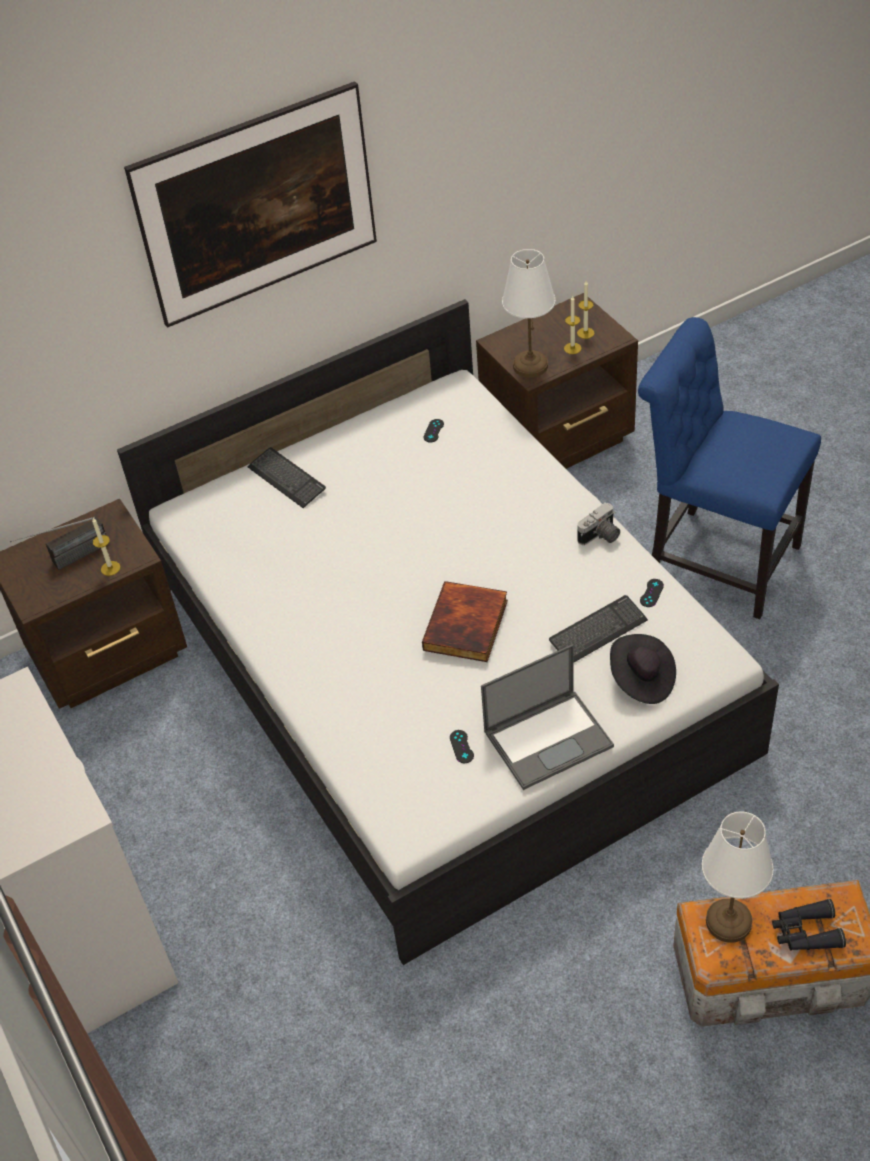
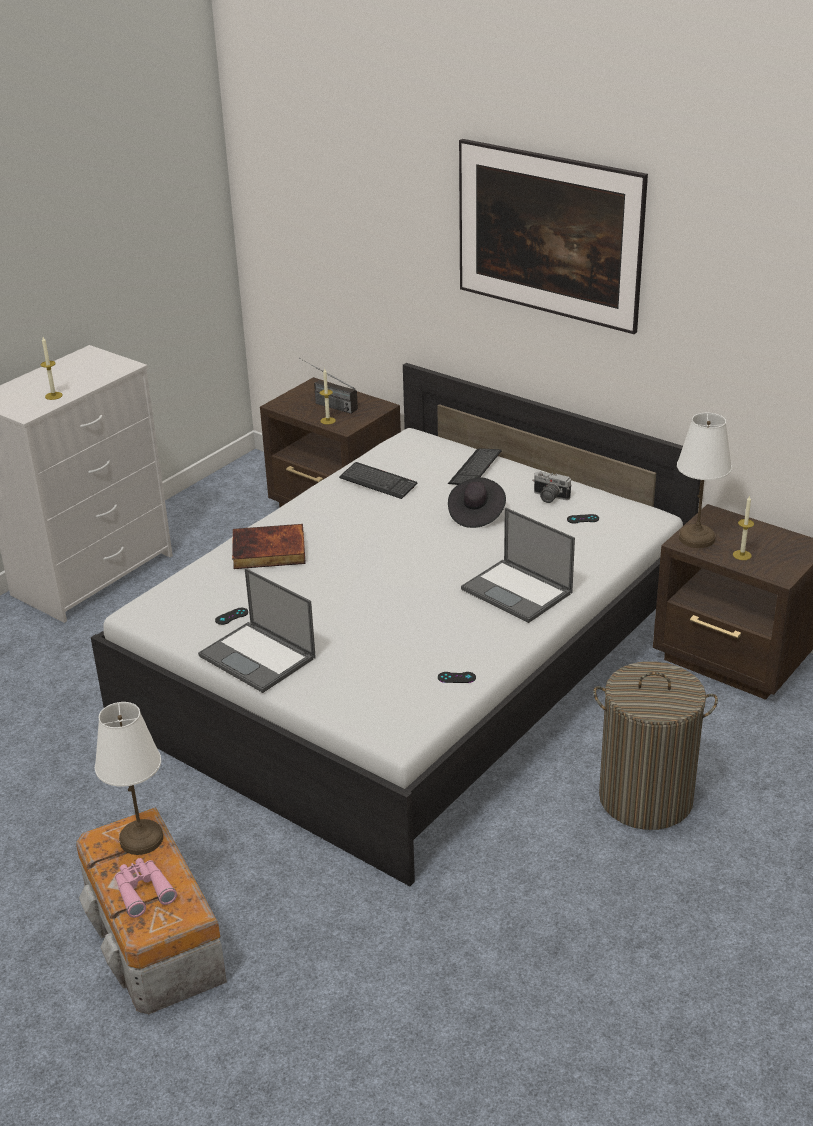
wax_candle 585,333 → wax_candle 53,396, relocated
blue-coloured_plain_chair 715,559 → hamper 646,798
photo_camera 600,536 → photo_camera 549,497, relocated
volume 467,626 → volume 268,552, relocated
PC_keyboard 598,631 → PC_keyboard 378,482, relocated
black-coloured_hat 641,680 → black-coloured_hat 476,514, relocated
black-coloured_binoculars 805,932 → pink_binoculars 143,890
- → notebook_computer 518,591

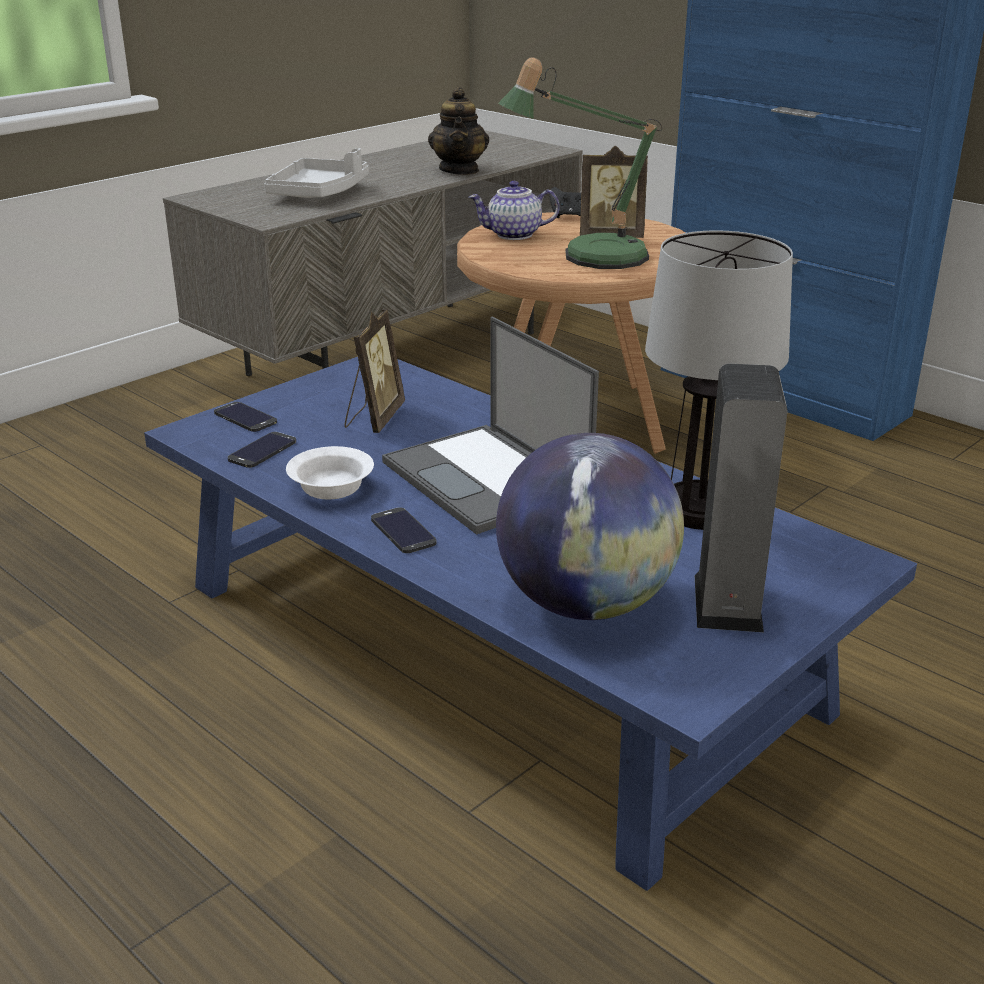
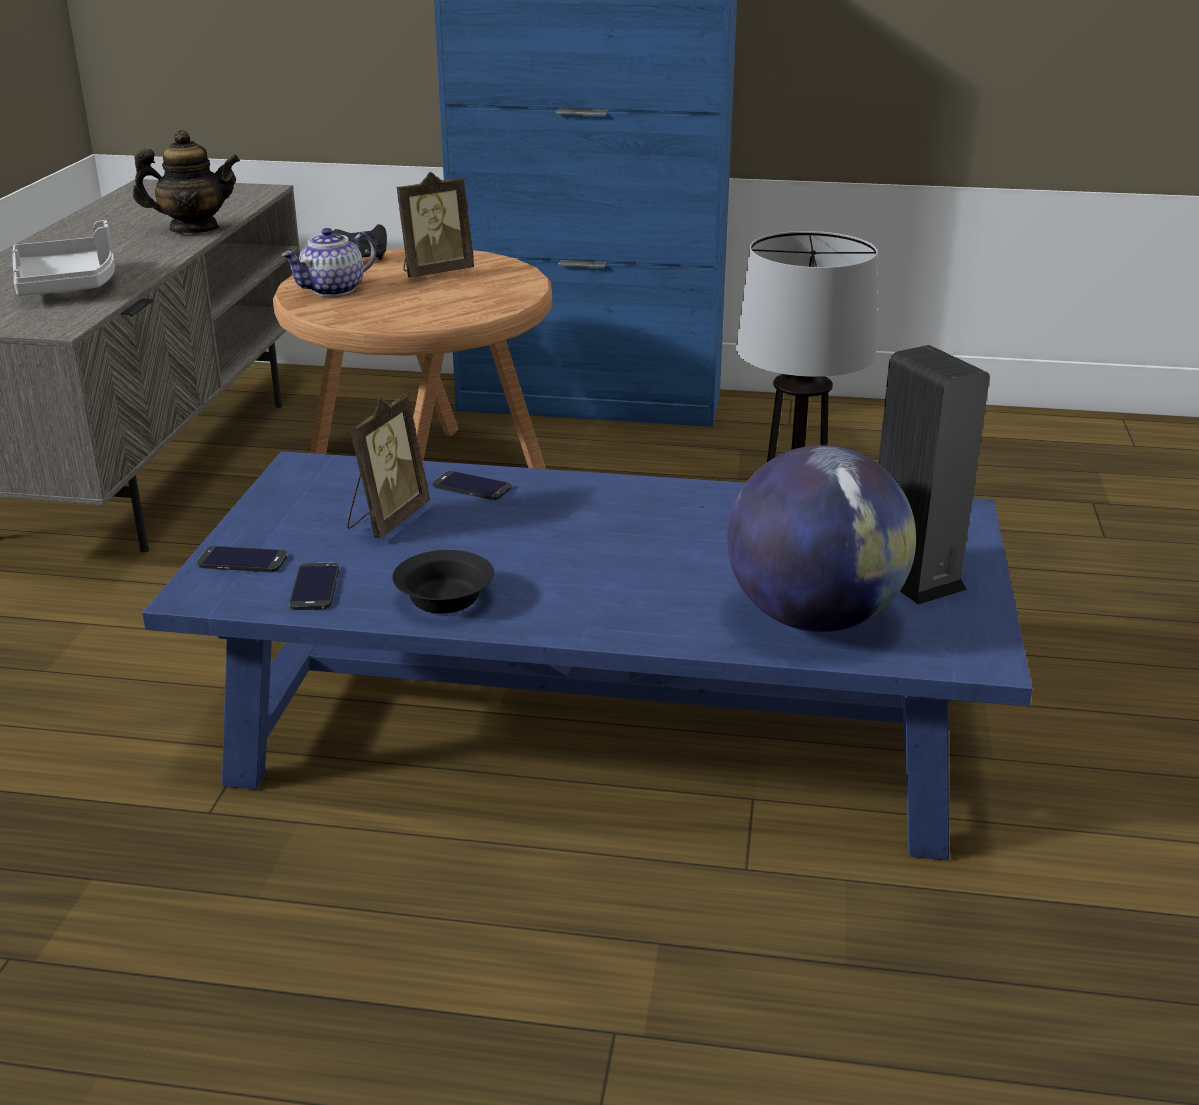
lamp_for_a_table 590,256 → -
teapot 459,170 → teapot 194,229, 60 degrees counterclockwise
photo_frame 374,419 → photo_frame 386,520, 45 degrees clockwise
notebook_computer 488,479 → -
whitish_serving_bowl 329,488 → black-coloured_serving_bowl 443,600
phone 403,531 → phone 472,486, relocated

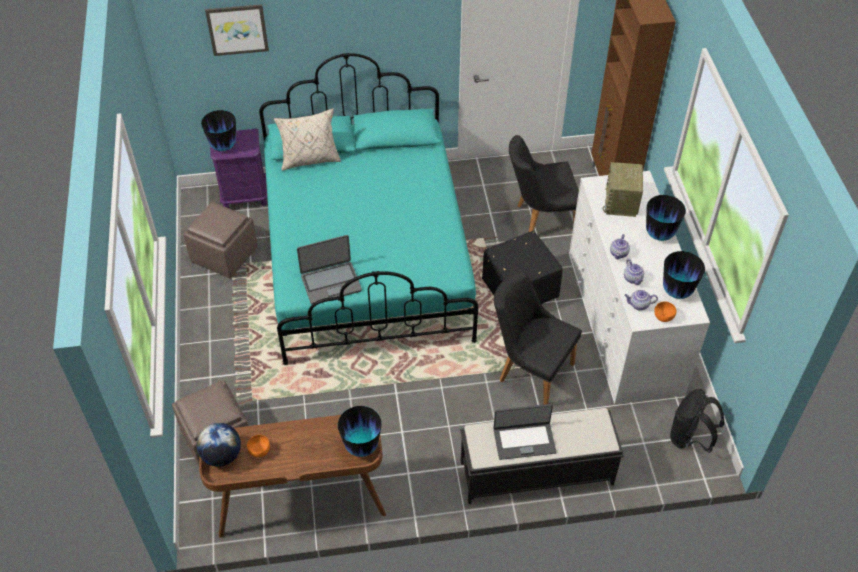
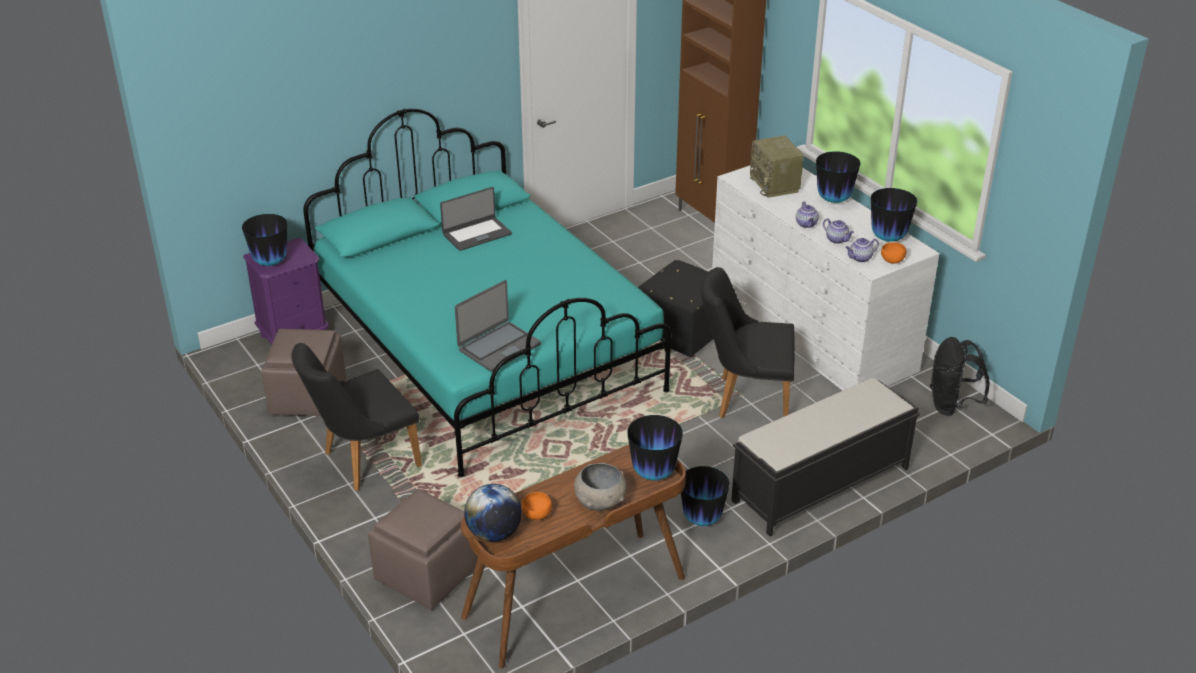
wall_picture 237,29 → -
beige-coloured_cushion 310,159 → -
black-coloured_plain_chair 539,220 → black-coloured_plain_chair 363,461, relocated
notebook_computer 524,440 → notebook_computer 476,234, relocated
- → gray_serving_bowl 600,502
- → decorative_vase 702,519

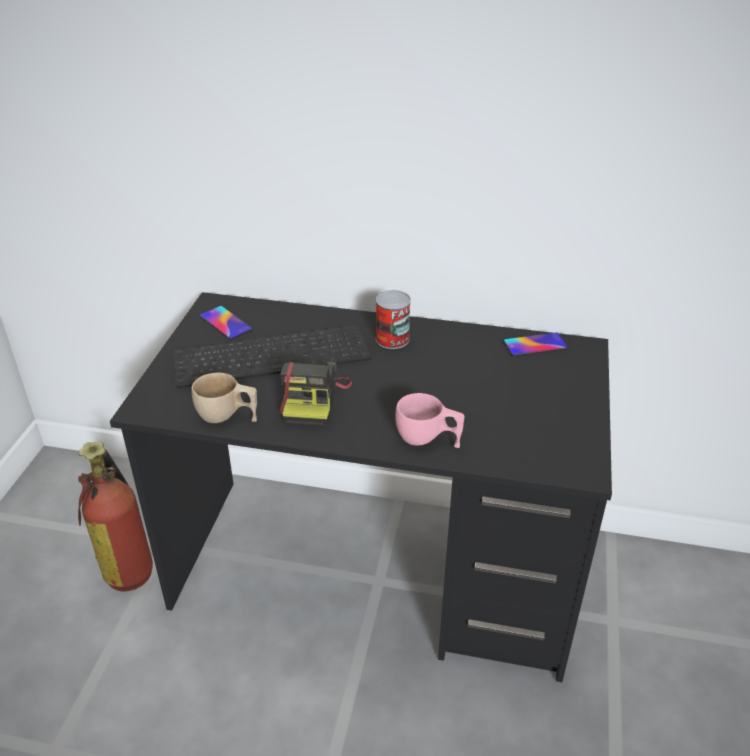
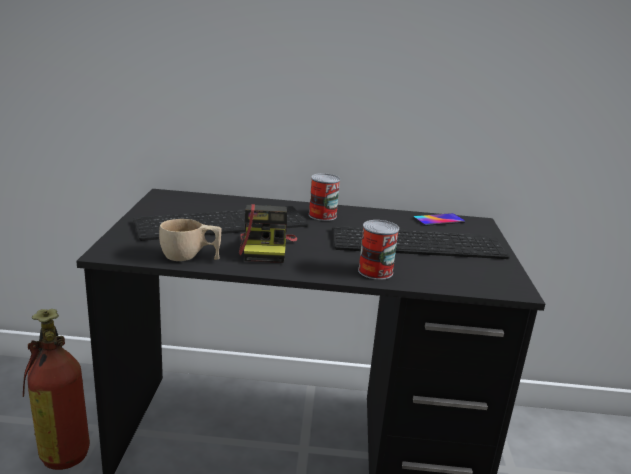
phone 225,323 → -
pink_cup 428,439 → sealed_can 375,271
- → PC_keyboard 419,242

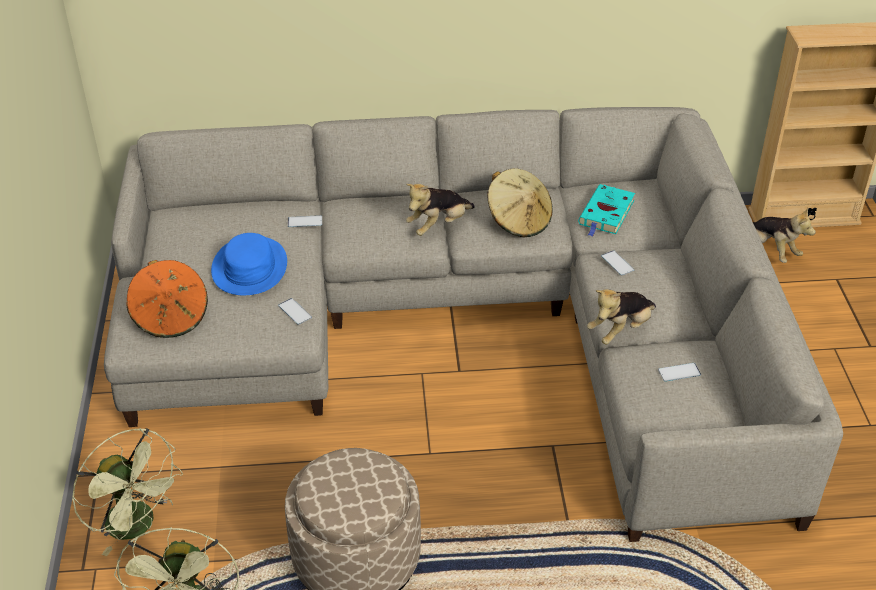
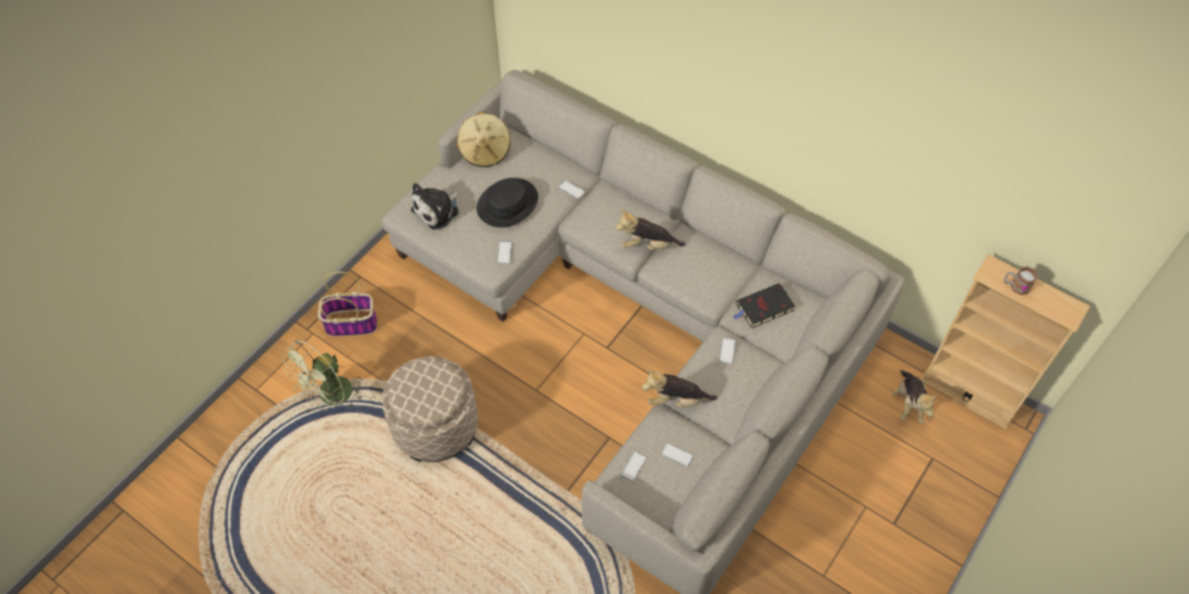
beige-coloured_hat 519,220 → beige-coloured_hat 485,151, relocated
turquoise-coloured_volume 606,214 → black-coloured_volume 763,308
blue-coloured_hat 249,267 → black-coloured_hat 507,203
orange_hat 171,317 → plush_toy 438,210
green-coloured_fan 138,526 → household_basket 352,323
- → tea_mug 1015,286
- → phone 633,466

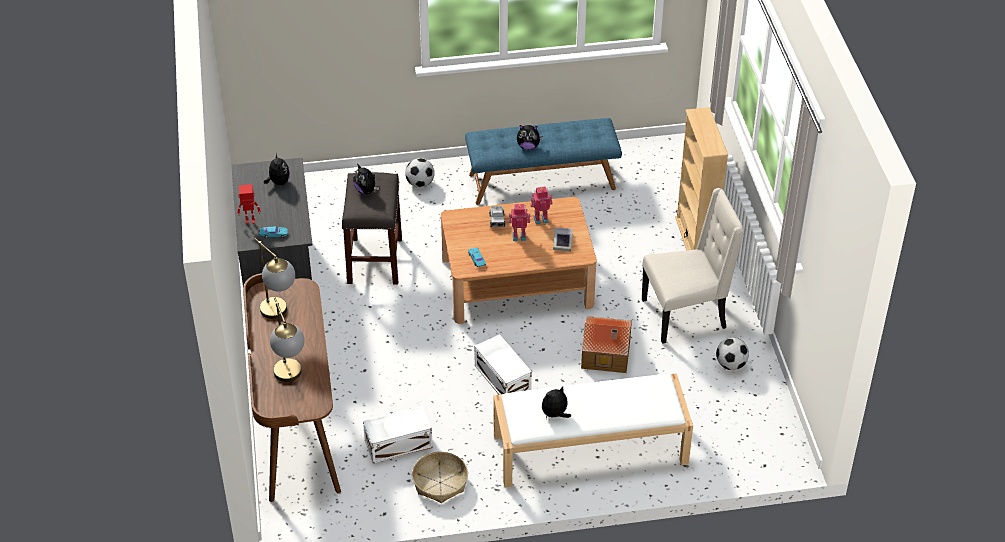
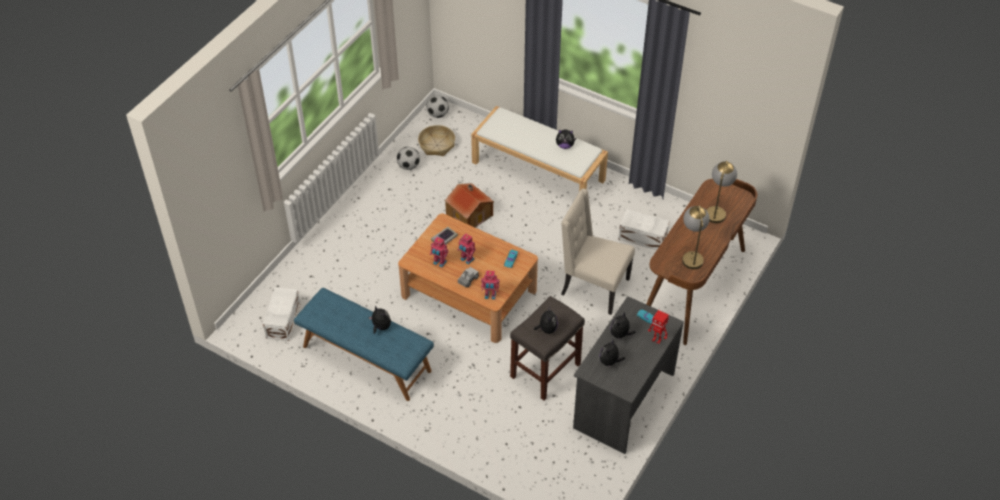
beige-coloured_bookshelf 695,240 → -
football 420,183 → football 438,114, relocated
beige-coloured_plain_chair 686,314 → beige-coloured_plain_chair 593,287, relocated
whitish_storage_box 503,377 → whitish_storage_box 282,321, relocated
household_basket 440,482 → household_basket 436,145, relocated
- → model_robot 490,296
- → plush_toy 620,335

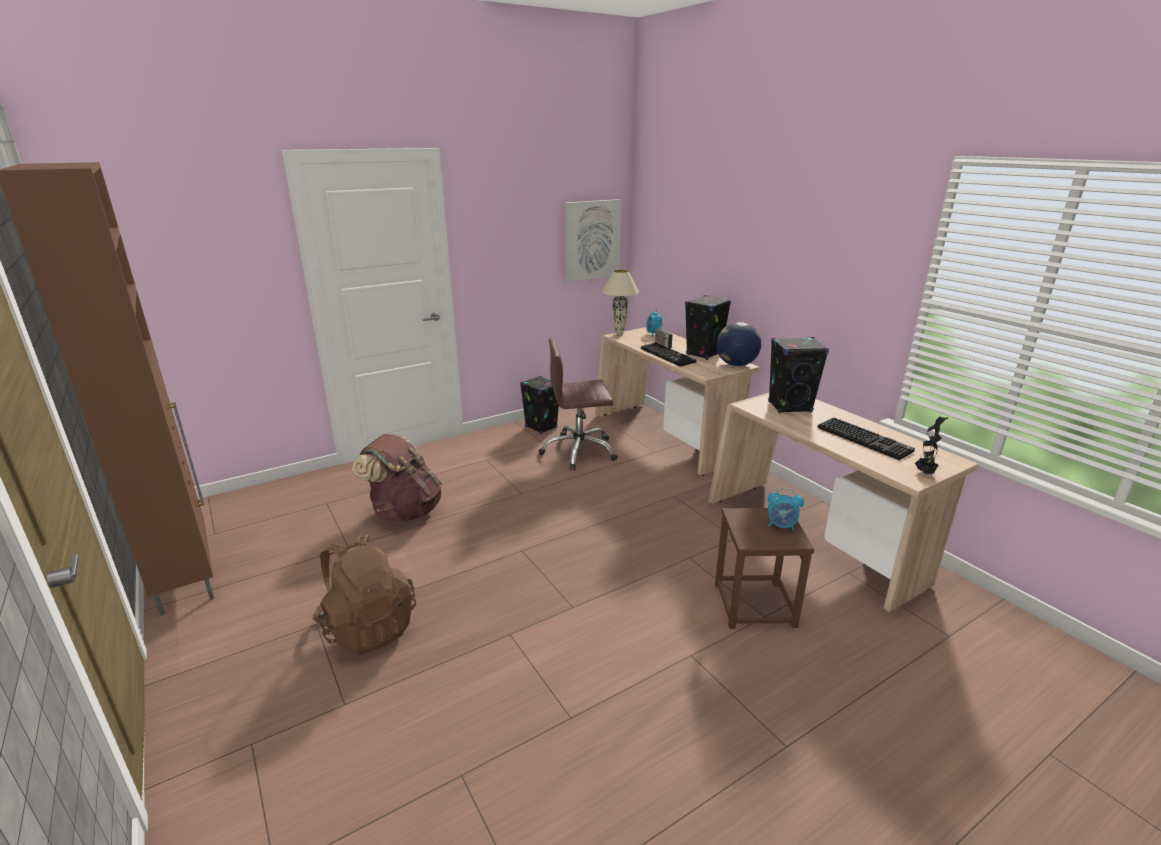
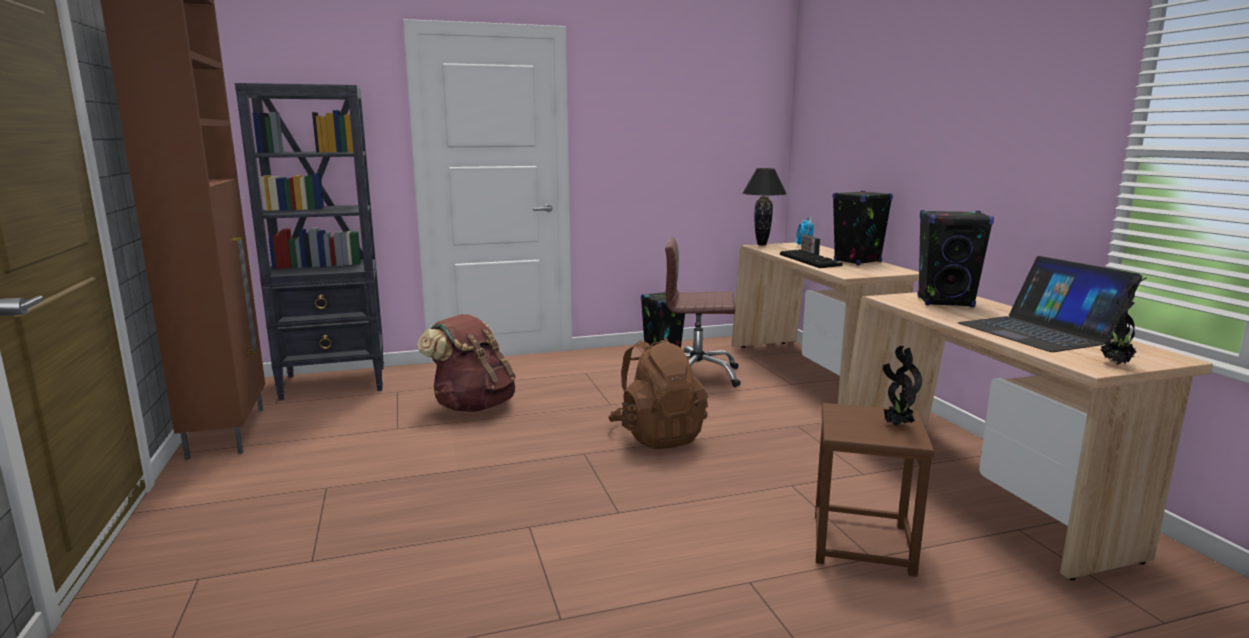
wall_picture 592,240 → -
beige-coloured_lamp_for_a_table 619,333 → black-coloured_lamp_for_a_table 761,244
desk_globe 736,365 → -
PC_keyboard 865,439 → notebook_computer 1040,332
table_clock 781,526 → potted_plant 897,425
brown_backpack 368,627 → brown_backpack 657,436, relocated
- → black-coloured_bookshelf 335,383

